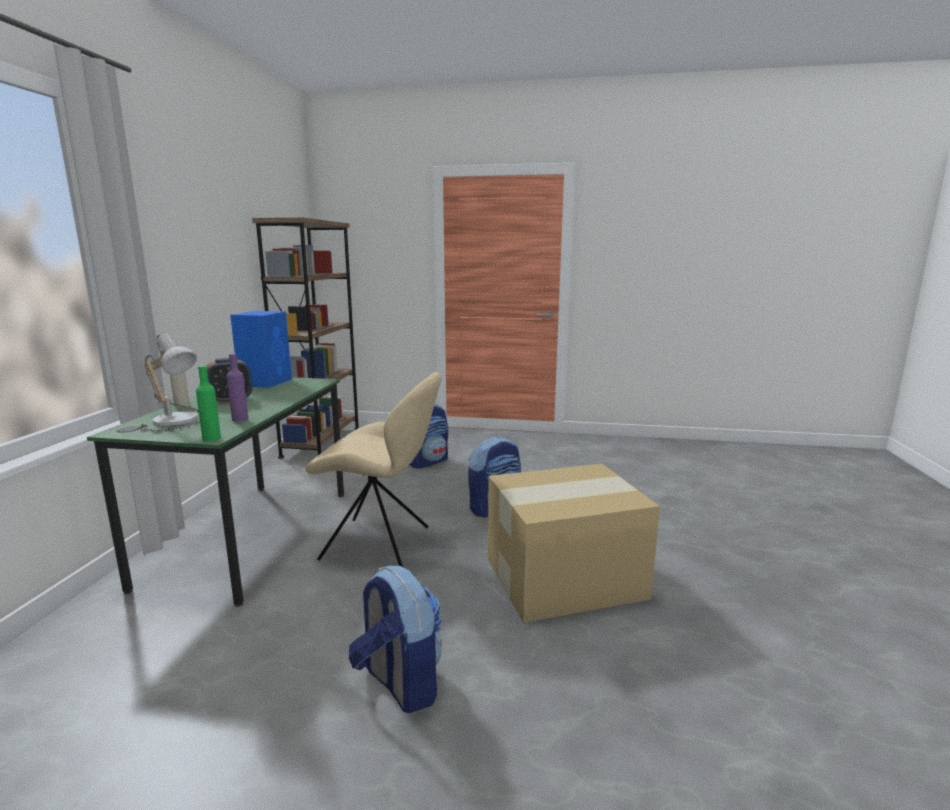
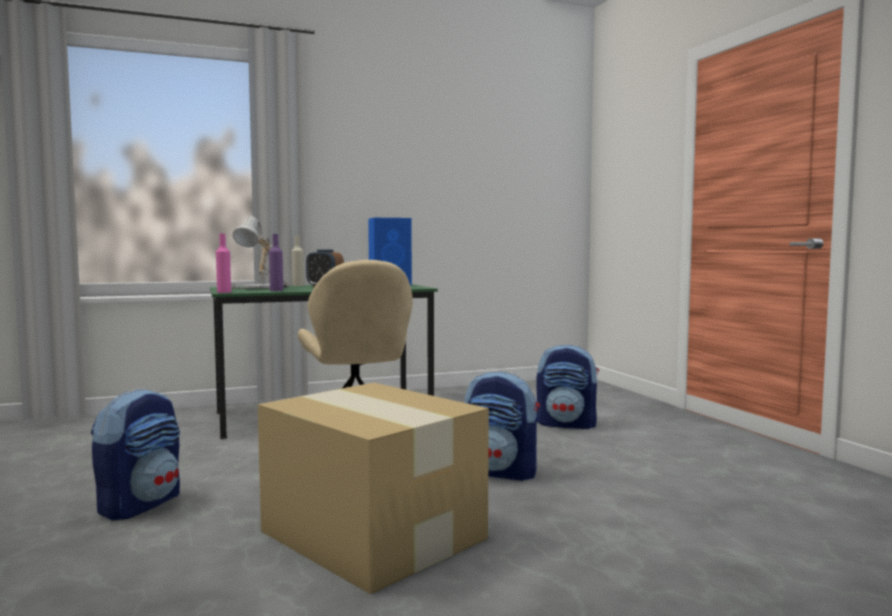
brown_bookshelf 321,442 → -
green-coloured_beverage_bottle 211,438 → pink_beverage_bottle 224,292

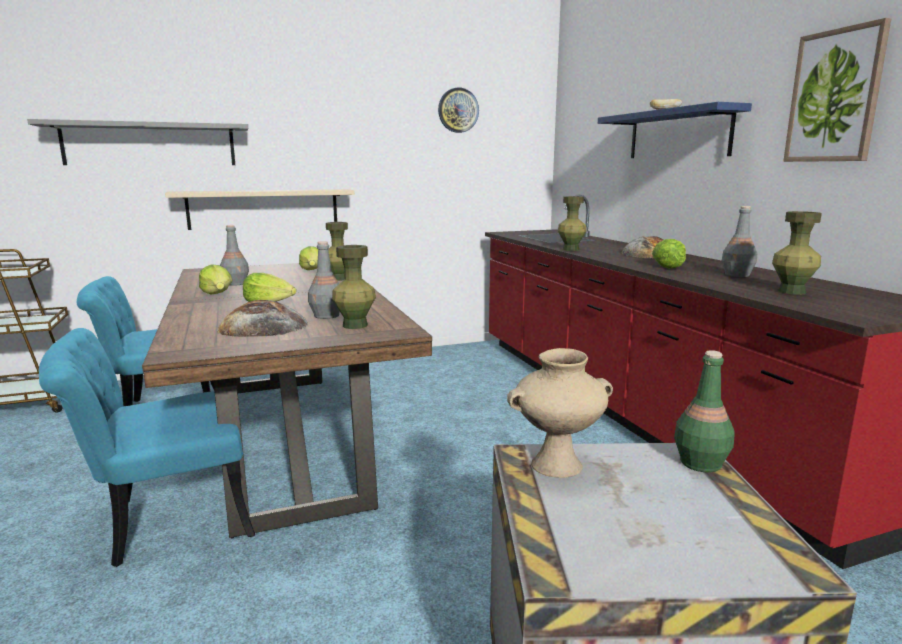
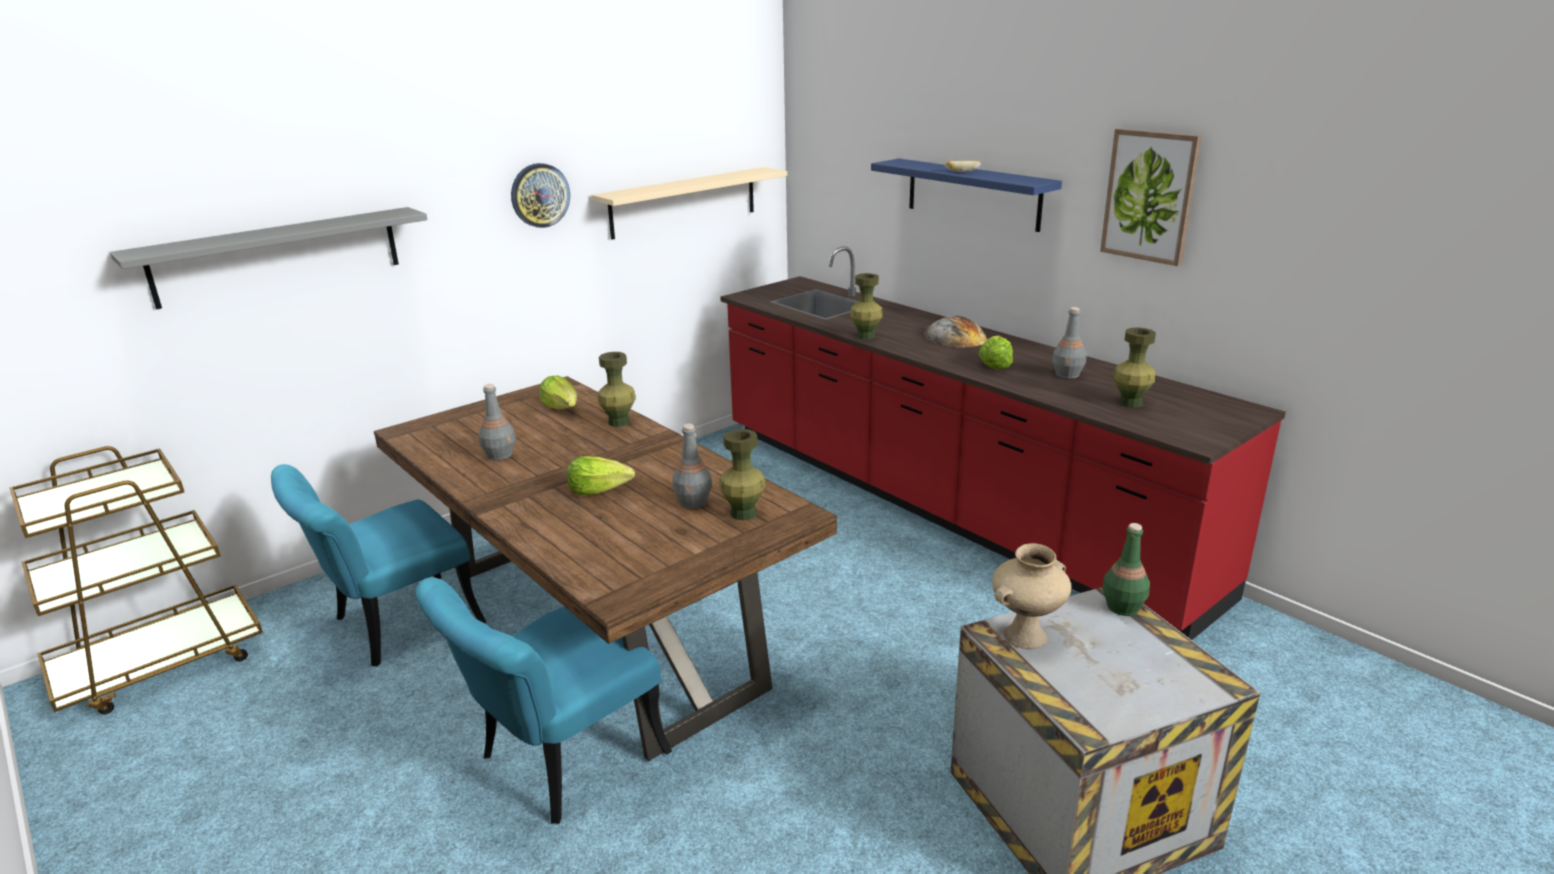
clock_on_the_wall 458,110 → clock_on_the_wall 540,195, relocated
beige-coloured_bracket_shelf 264,208 → beige-coloured_bracket_shelf 684,202, relocated
lettuce_head 218,294 → -
bakery_bread 263,327 → -

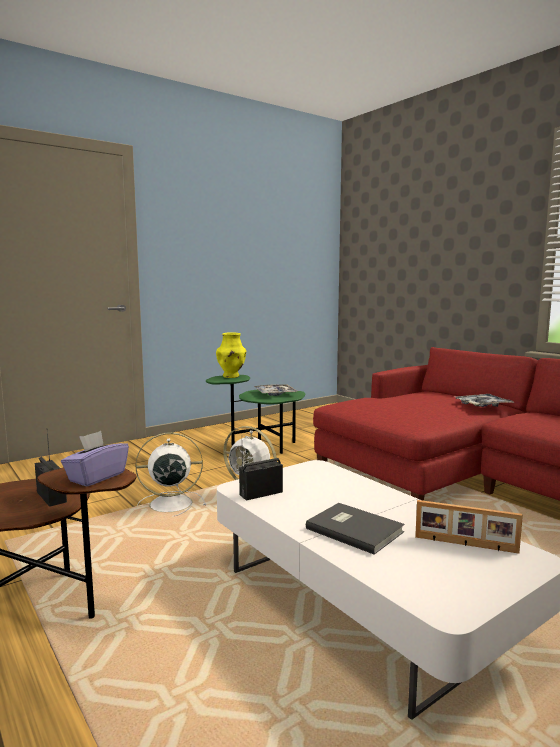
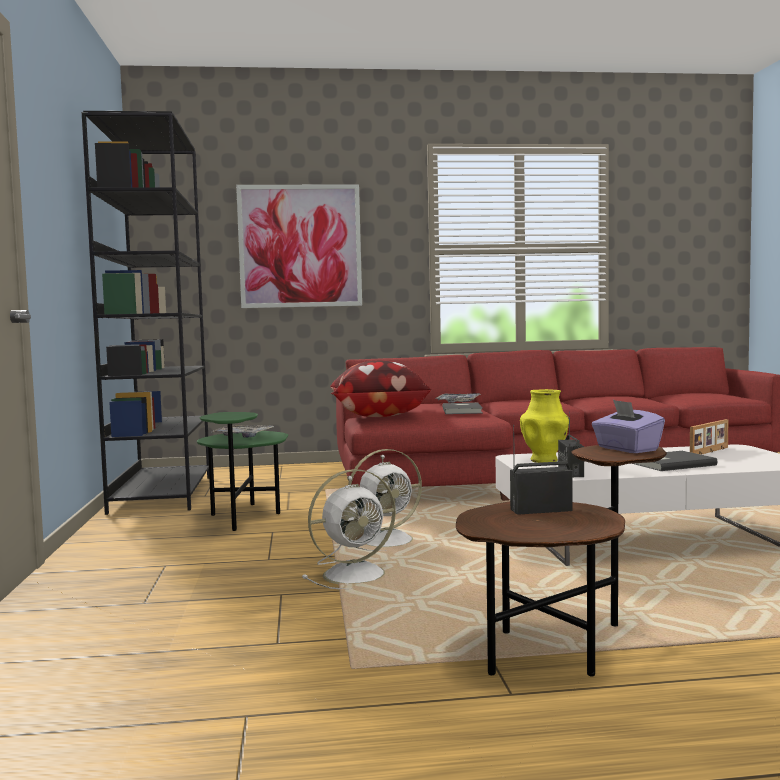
yellow_decorative_vase 231,376 → yellow_decorative_vase 544,460, relocated
whitish_fan 168,504 → whitish_fan 357,574, 135 degrees counterclockwise
- → black-coloured_bookshelf 162,494
- → wall_picture 300,246
- → cushion 378,416
- → gray_volume 463,410

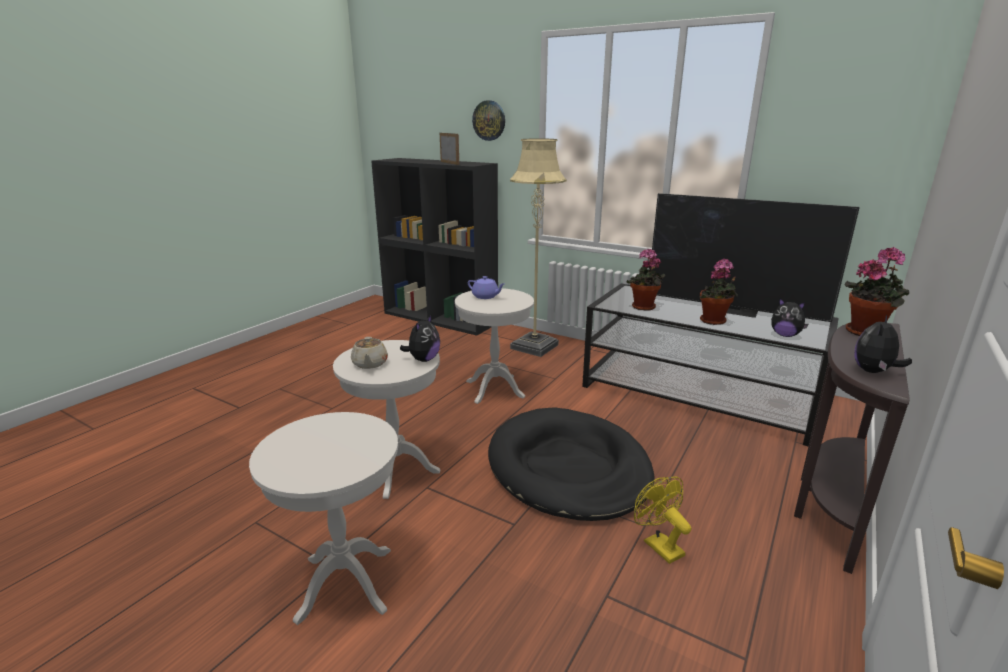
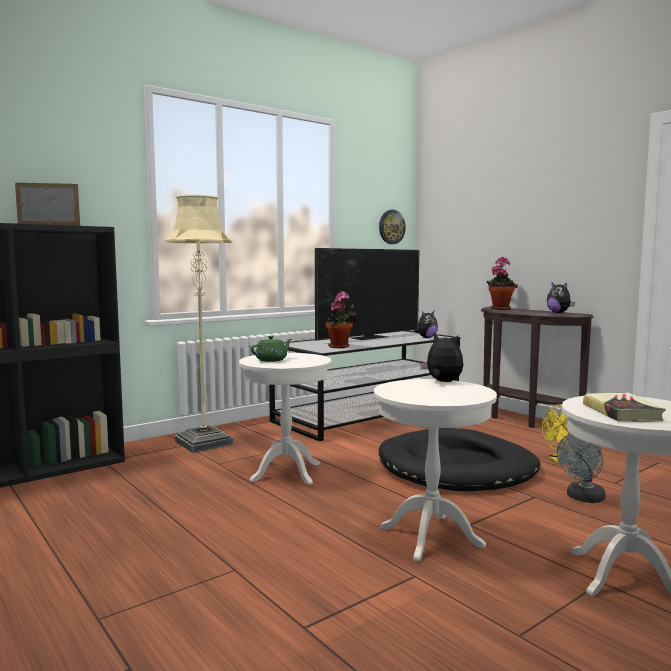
clock_on_the_wall 489,120 → clock_on_the_wall 391,227, relocated
potted_plant 714,322 → -
purplish_teapot 486,296 → green-coloured_teapot 272,360
beige-coloured_teapot 370,364 → -
- → volume 622,412
- → gray_fan 582,498

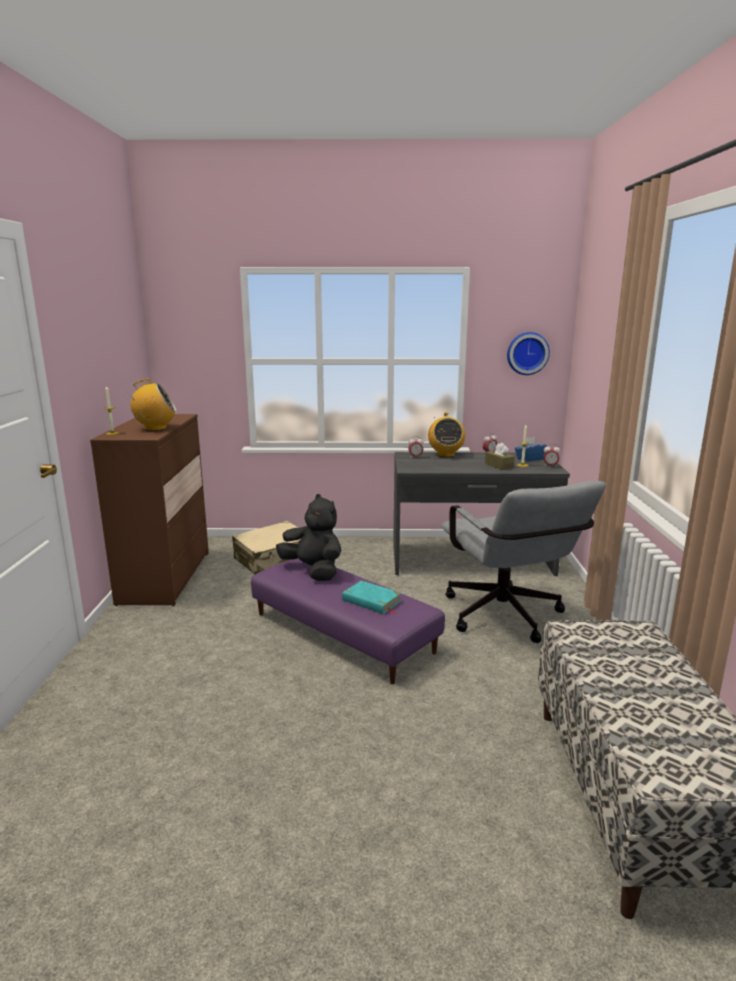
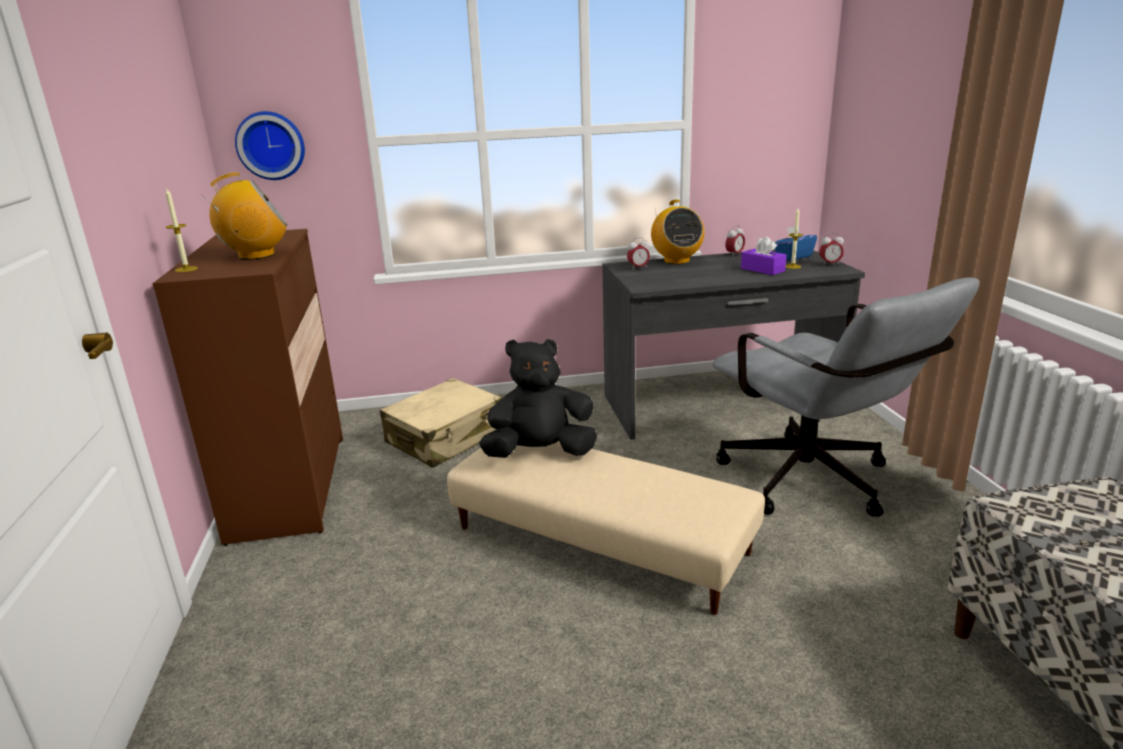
clock_on_the_wall 527,353 → clock_on_the_wall 271,145, relocated
brown_tissue_box 499,465 → purplish_tissue_box 762,270
black-coloured_plush_toy 313,571 → black-coloured_plush_toy 540,453, 45 degrees counterclockwise
purplish_footrest 343,632 → beige-coloured_footrest 601,539
turquoise-coloured_volume 371,601 → -

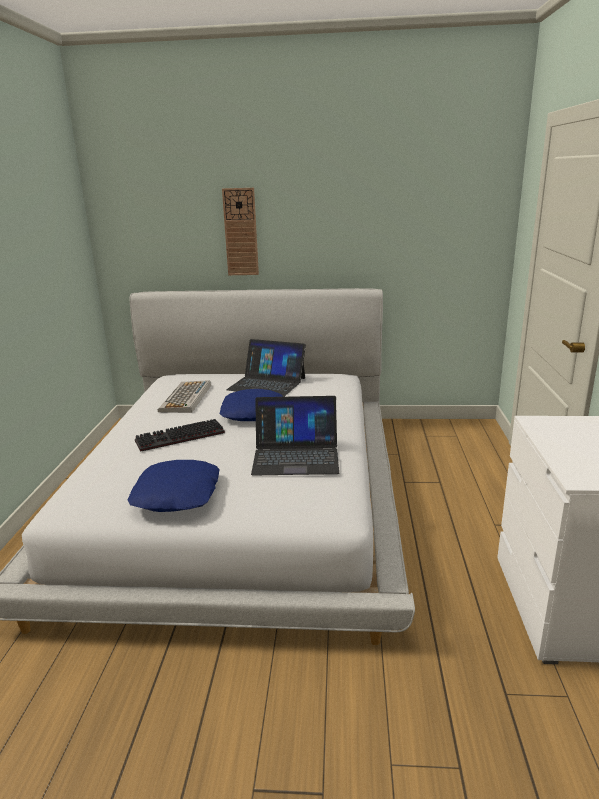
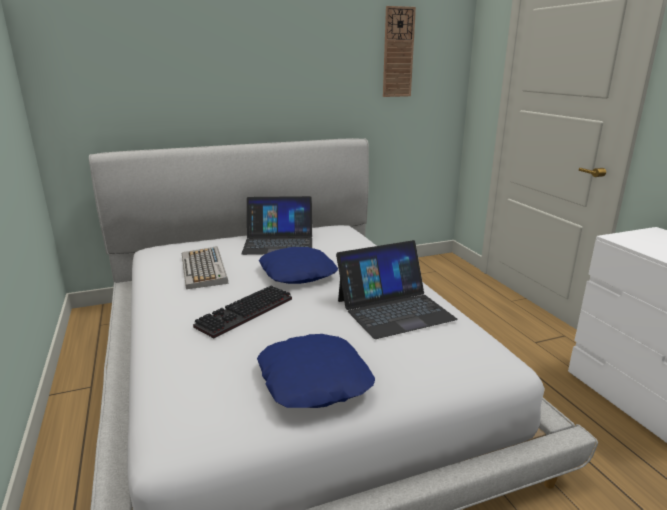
clock_on_the_wall 241,232 → clock_on_the_wall 398,52, relocated

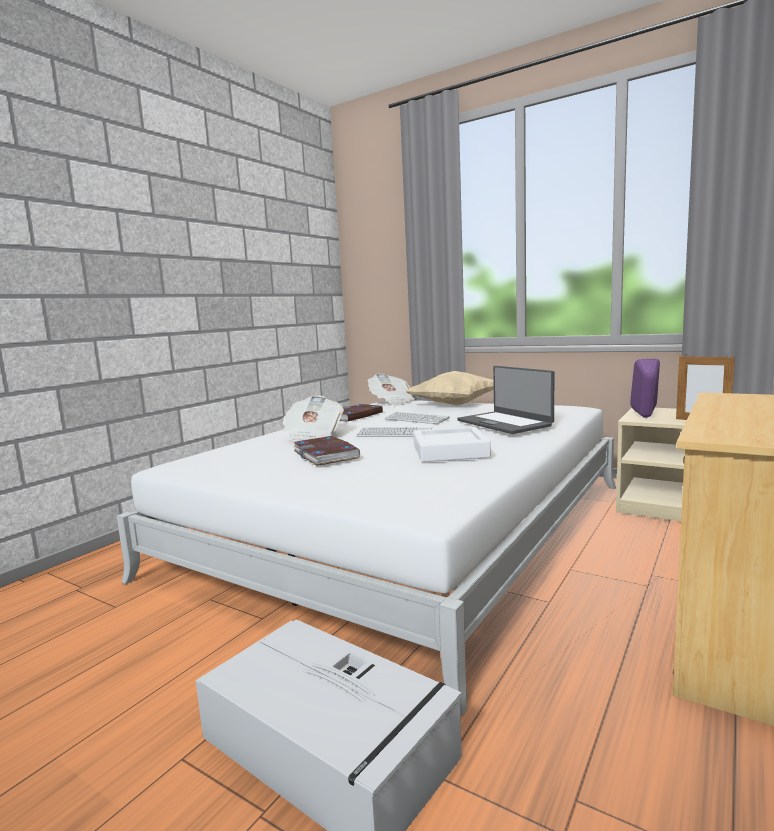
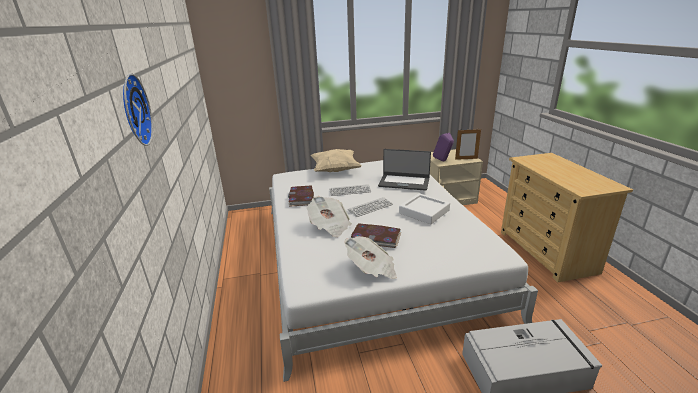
daily_paper 391,402 → daily_paper 372,269, relocated
- → clock_on_the_wall 133,110

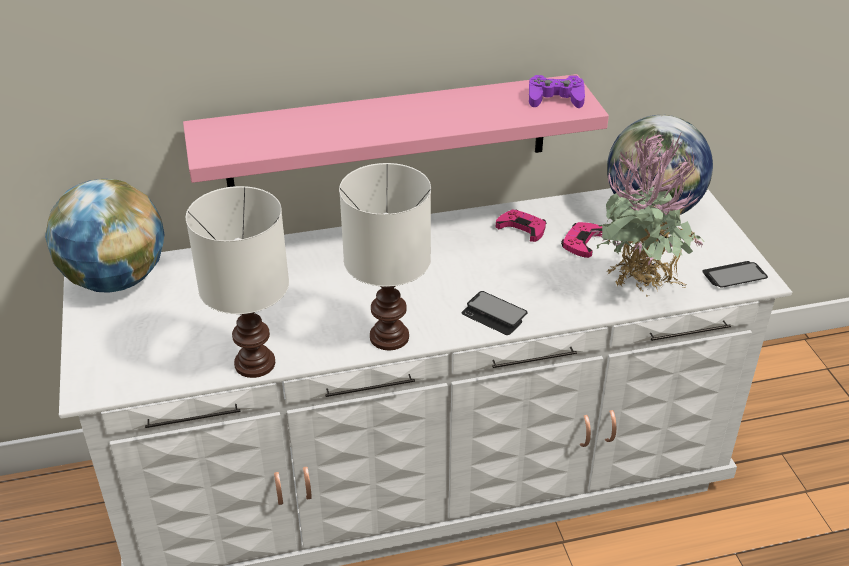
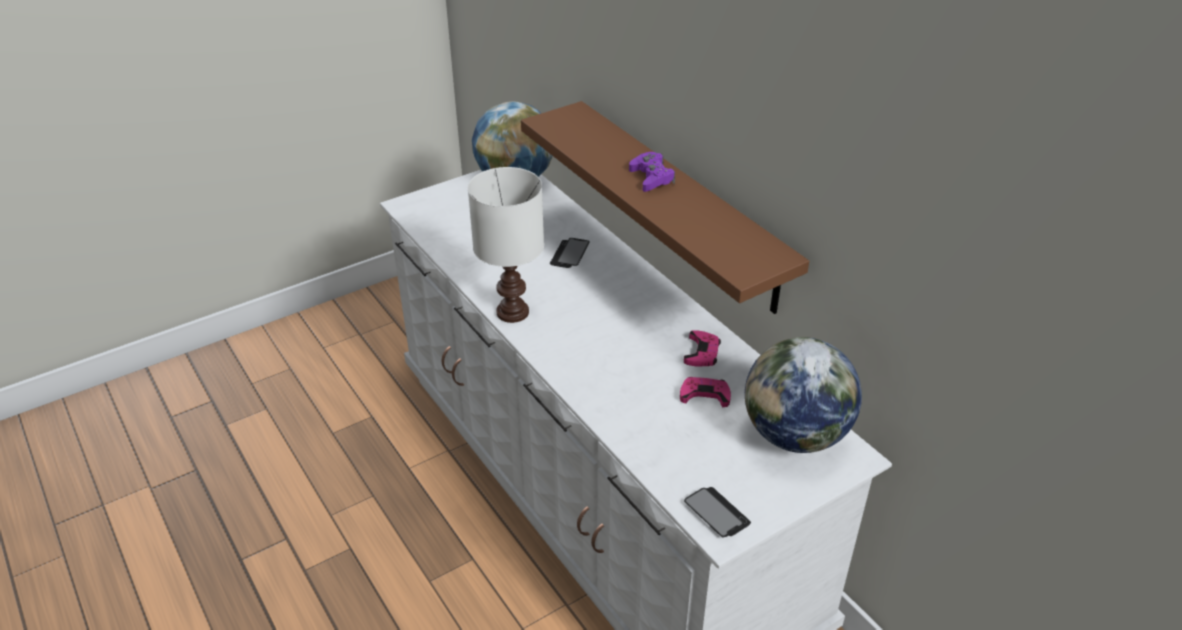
pink_bracket_shelf 388,134 → brown_bracket_shelf 680,204
purplish_gamepad 555,98 → purplish_gamepad 651,178, relocated
potted_plant 638,291 → -
whitish_lamp_for_a_table 253,363 → -
phone 494,314 → phone 569,254, relocated

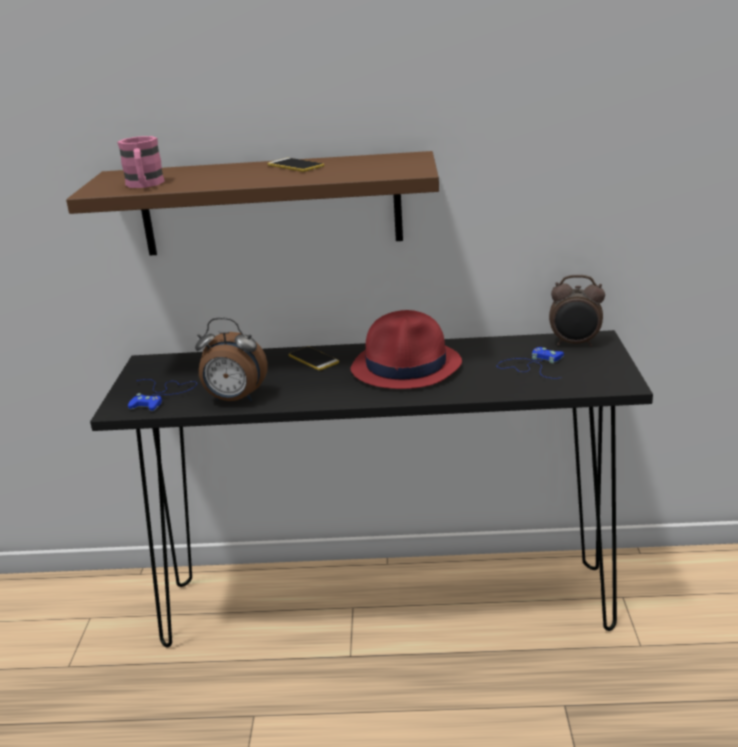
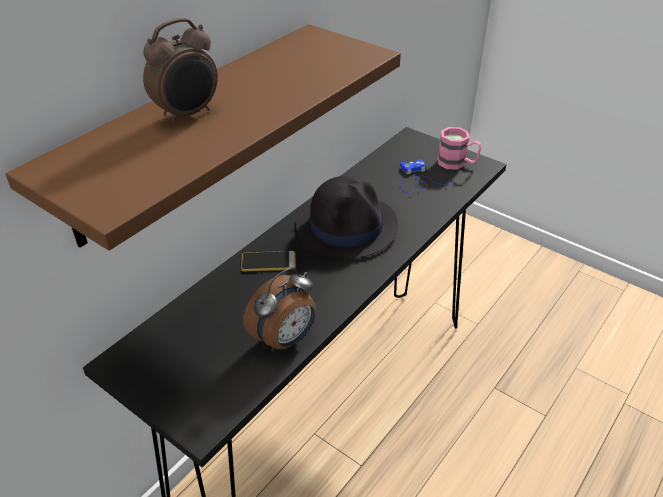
pink_tea_mug 144,185 → pink_tea_mug 457,163, relocated
phone 295,166 → -
table_clock 575,344 → table_clock 188,114, relocated
reddish_hat 407,366 → black-coloured_hat 347,226
blue-coloured_gamepad 162,395 → -

